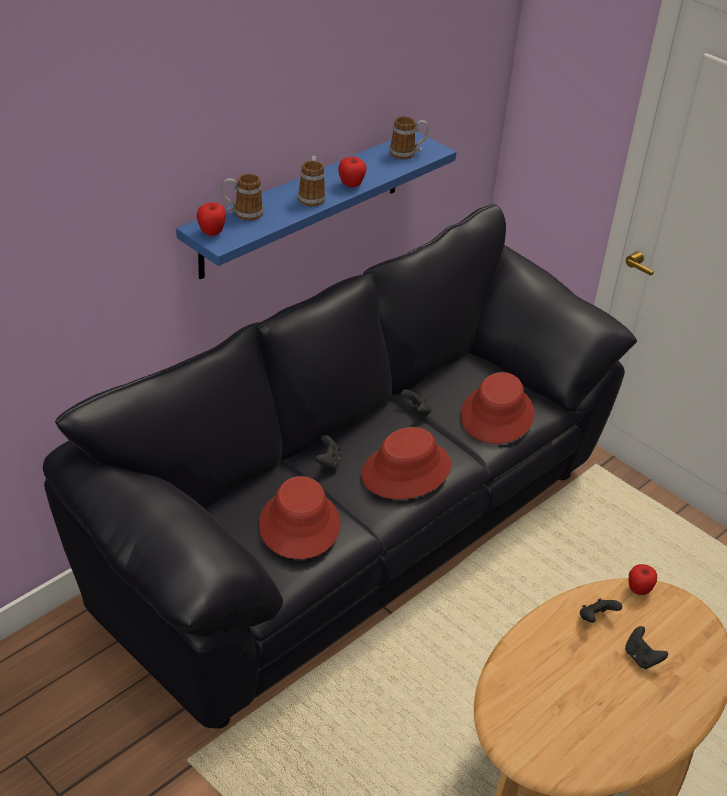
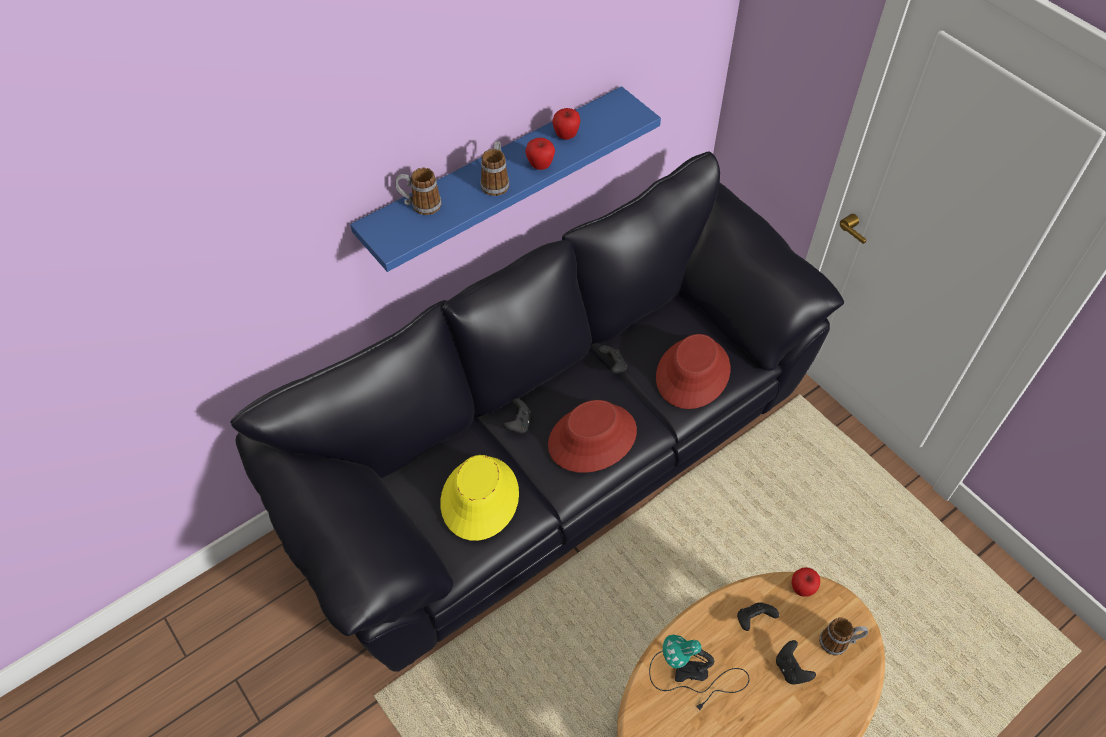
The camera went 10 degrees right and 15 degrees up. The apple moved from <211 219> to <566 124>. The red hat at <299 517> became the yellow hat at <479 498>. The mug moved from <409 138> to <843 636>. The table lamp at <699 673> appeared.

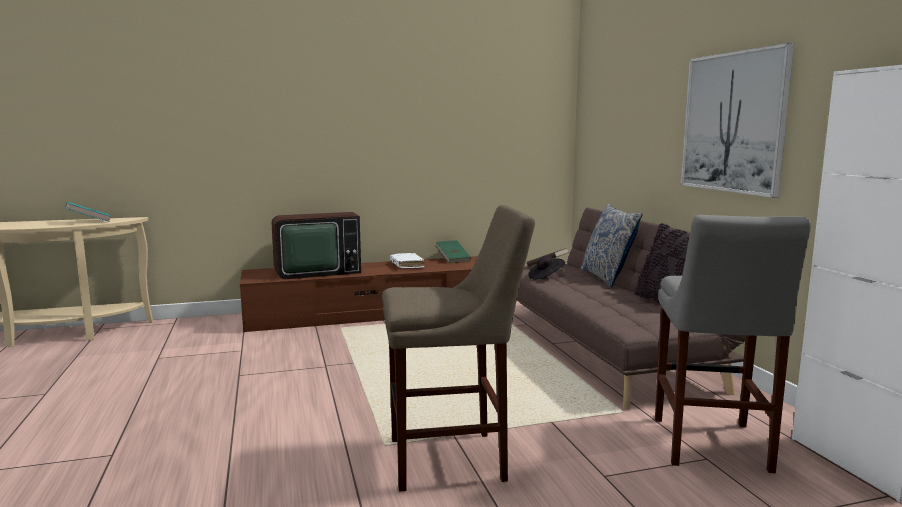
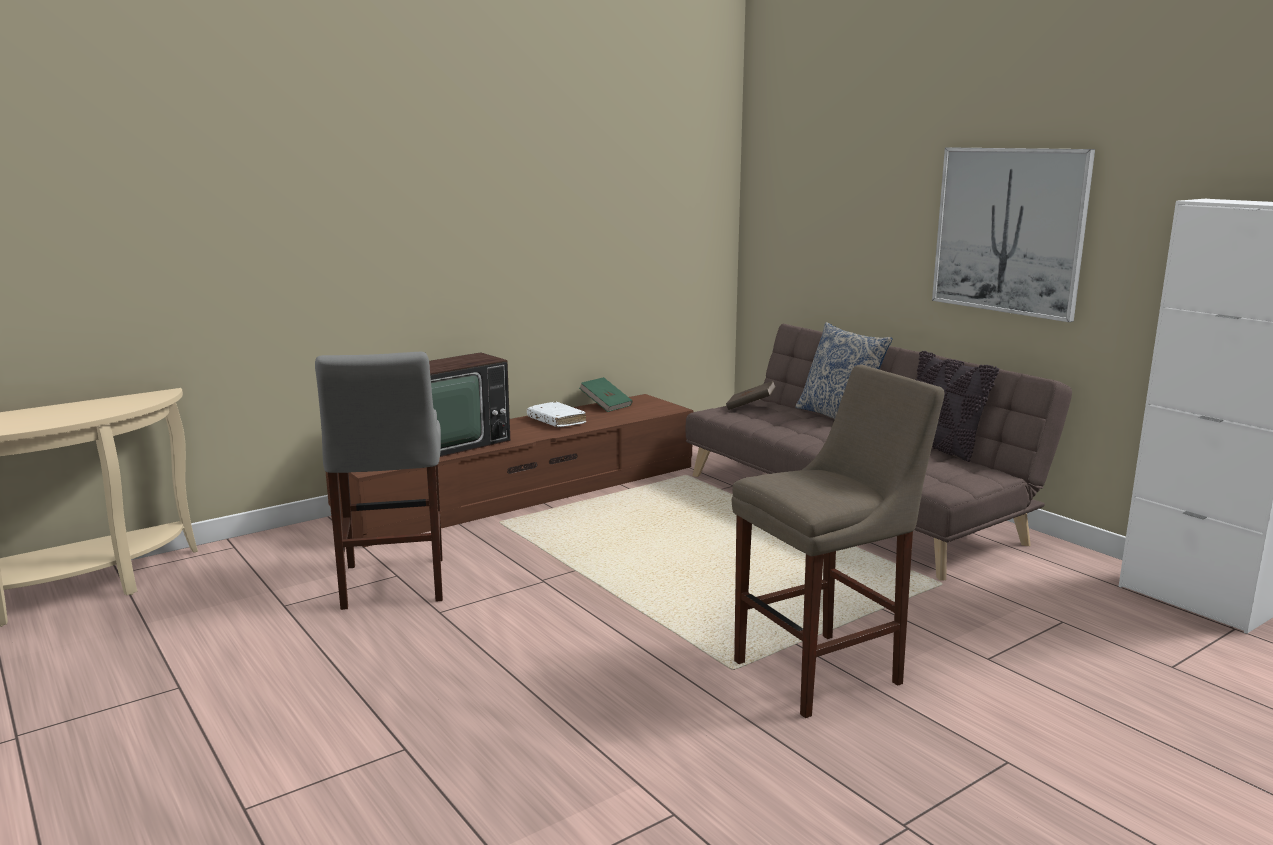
The camera went 20 degrees left and 5 degrees up. The turquoise book at <88 212> disappeared. The black hat at <546 267> disappeared. The grey stool moved from <733 344> to <379 481>.

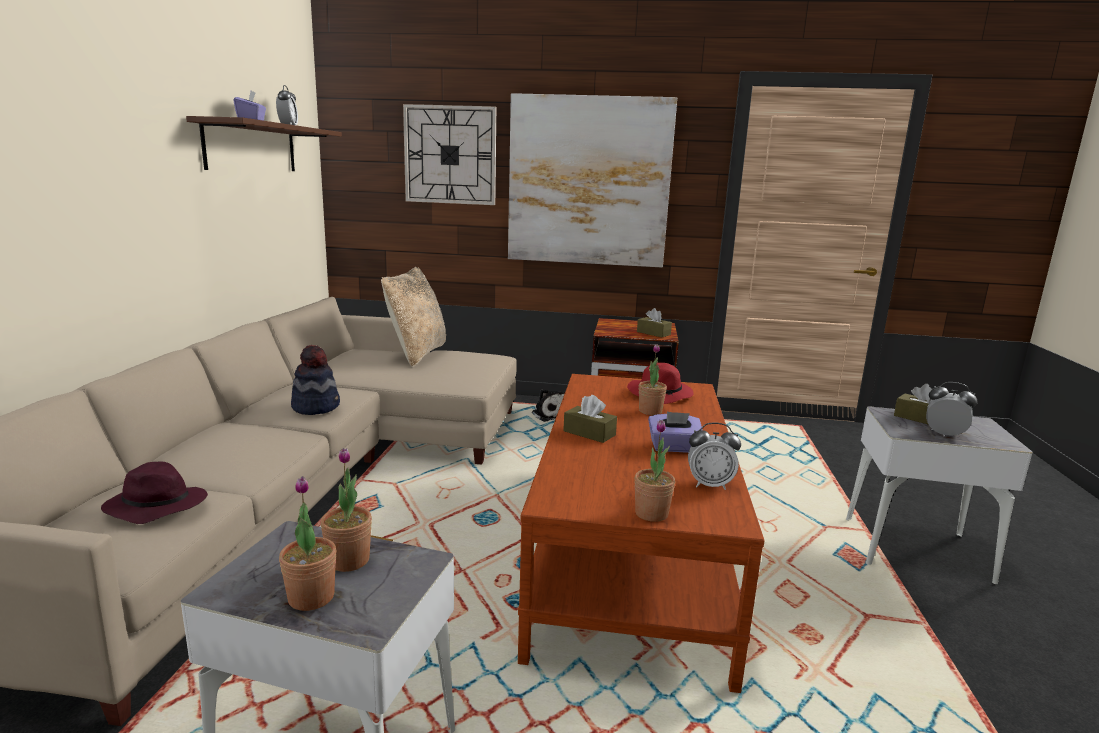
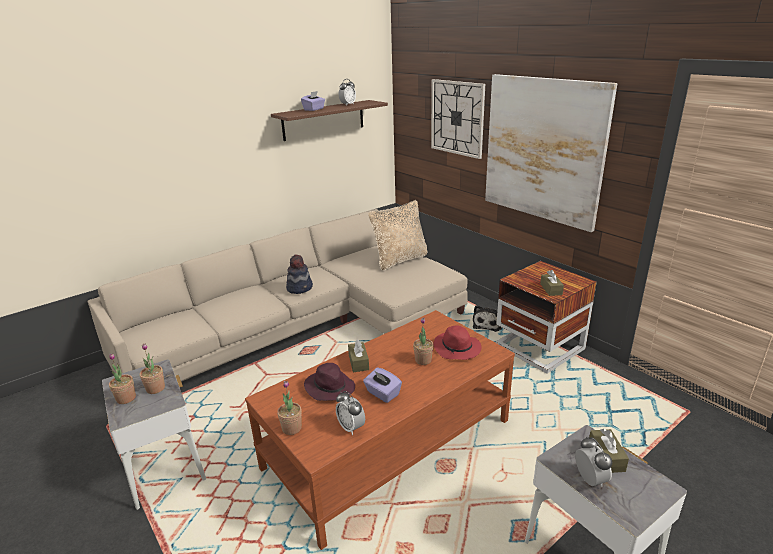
The camera went 45 degrees right and 10 degrees up. The purple hat moved from <154 492> to <329 382>.

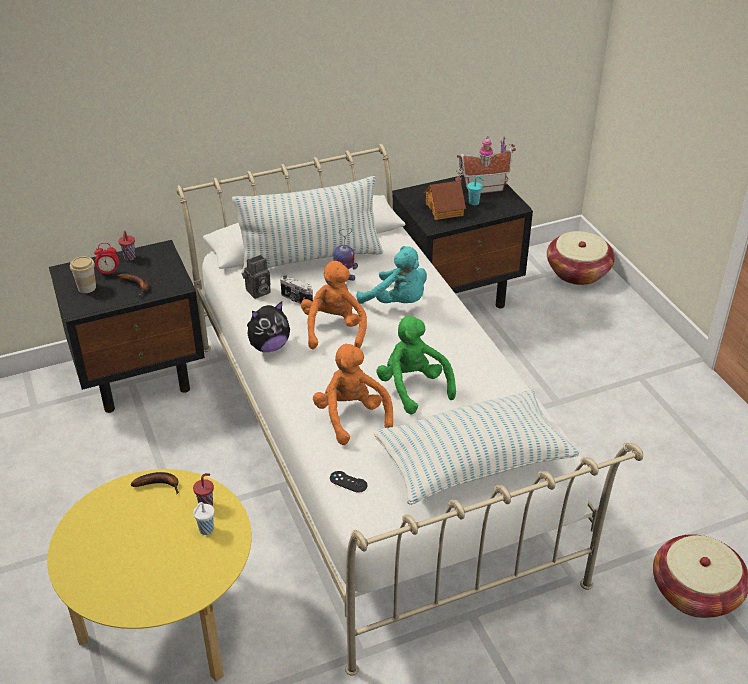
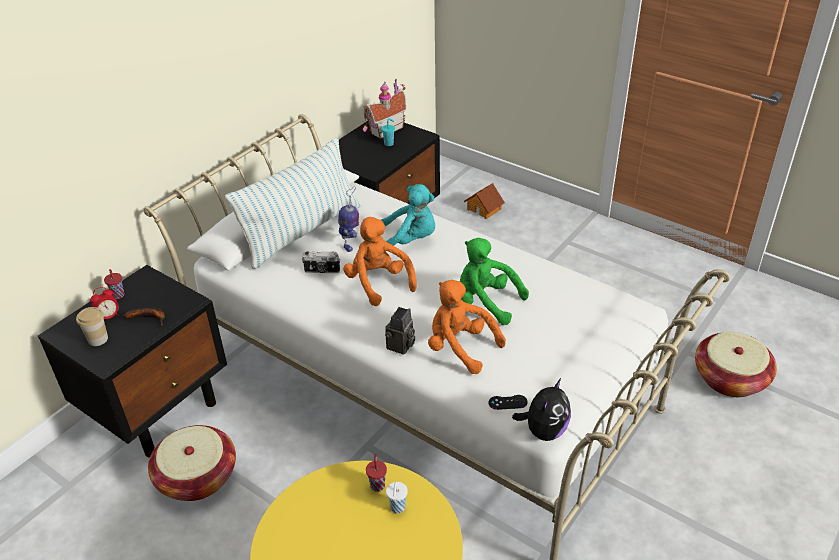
The camera went 30 degrees left and 0 degrees up. The banana at <155 483> disappeared. The photo camera moved from <256 277> to <400 331>. The plush toy moved from <268 327> to <541 409>. The pillow at <476 447> disappeared. The toy house moved from <445 200> to <484 201>. The basket moved from <581 258> to <192 463>.

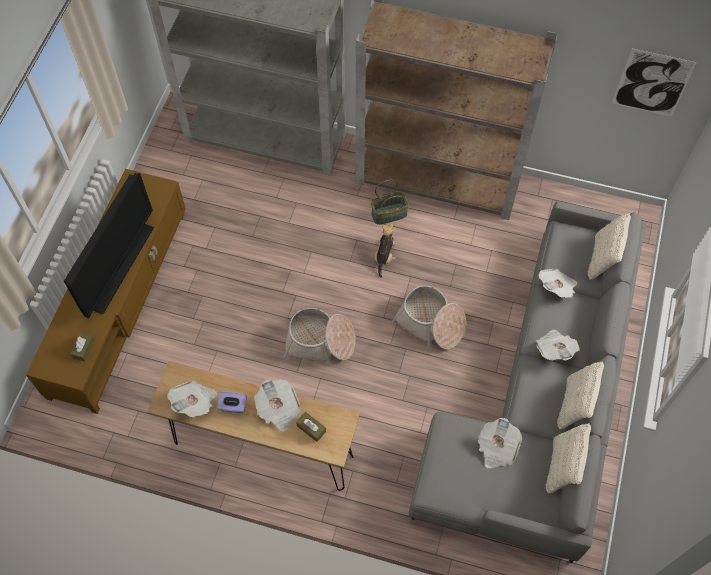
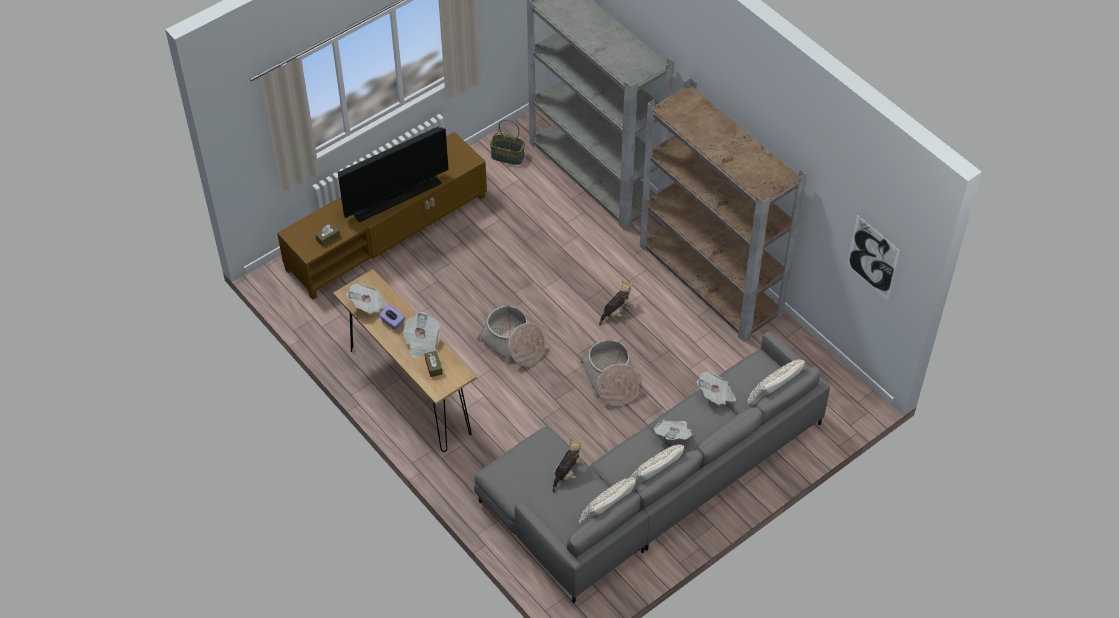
The camera went 35 degrees right and 10 degrees down. The basket moved from <390 202> to <507 142>. The newspaper at <499 443> was replaced by the plush toy at <569 466>.

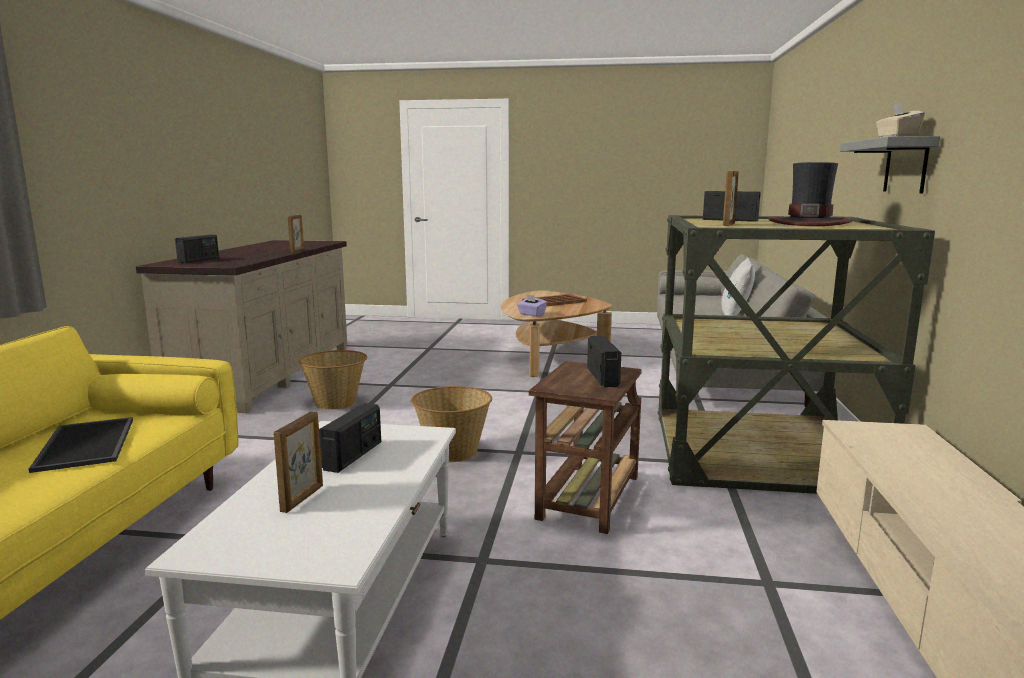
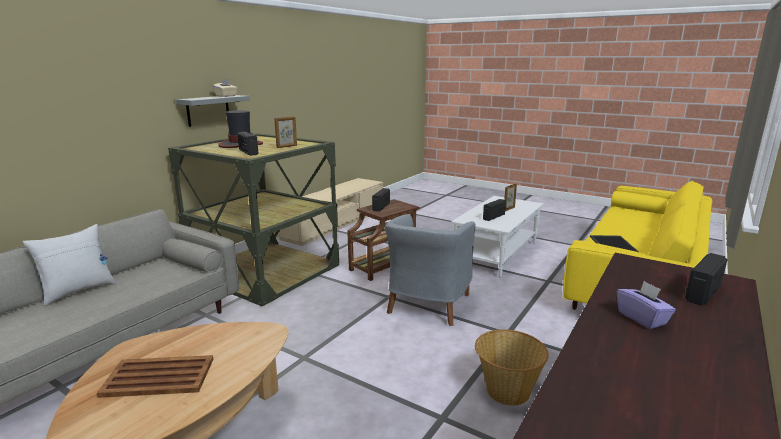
The camera went 155 degrees left and 5 degrees up. The picture frame at <296 234> disappeared. The basket at <451 424> was replaced by the grey armchair at <430 270>. The purple tissue box moved from <532 305> to <646 305>.

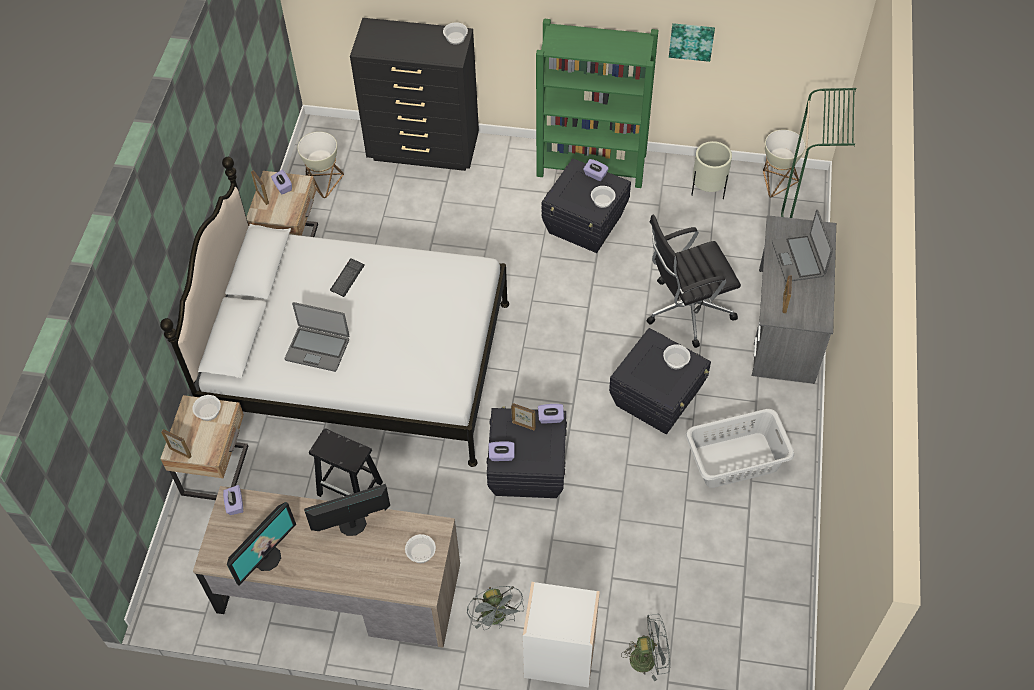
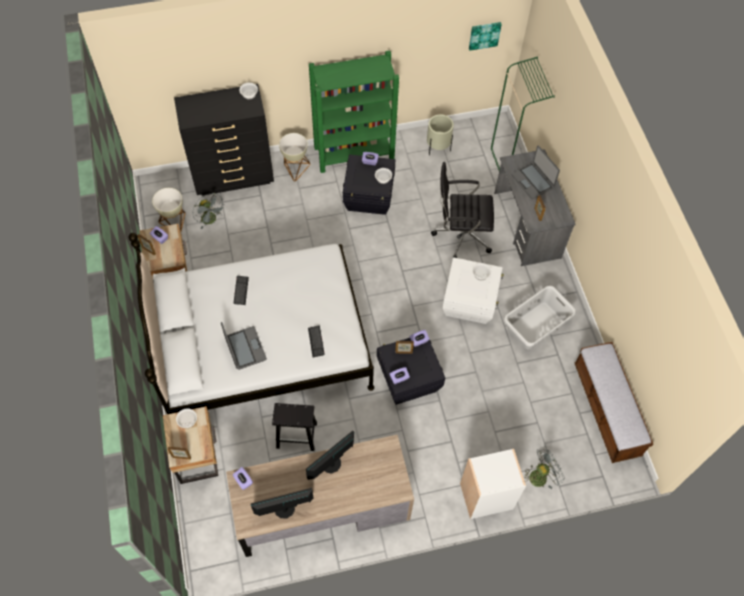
The camera went 25 degrees left and 5 degrees up. The monitor at <261 543> turned 120 degrees counterclockwise. The laptop at <317 337> turned 105 degrees counterclockwise. The bowl at <420 548> disappeared. The grey fan moved from <495 608> to <207 211>. The black storage box at <660 381> became the white storage box at <473 290>. The black office chair at <693 281> turned 45 degrees clockwise. The picture moved from <692 42> to <485 36>. The planter moved from <784 164> to <295 157>. The keyboard at <316 341> appeared. The bench at <613 402> appeared.

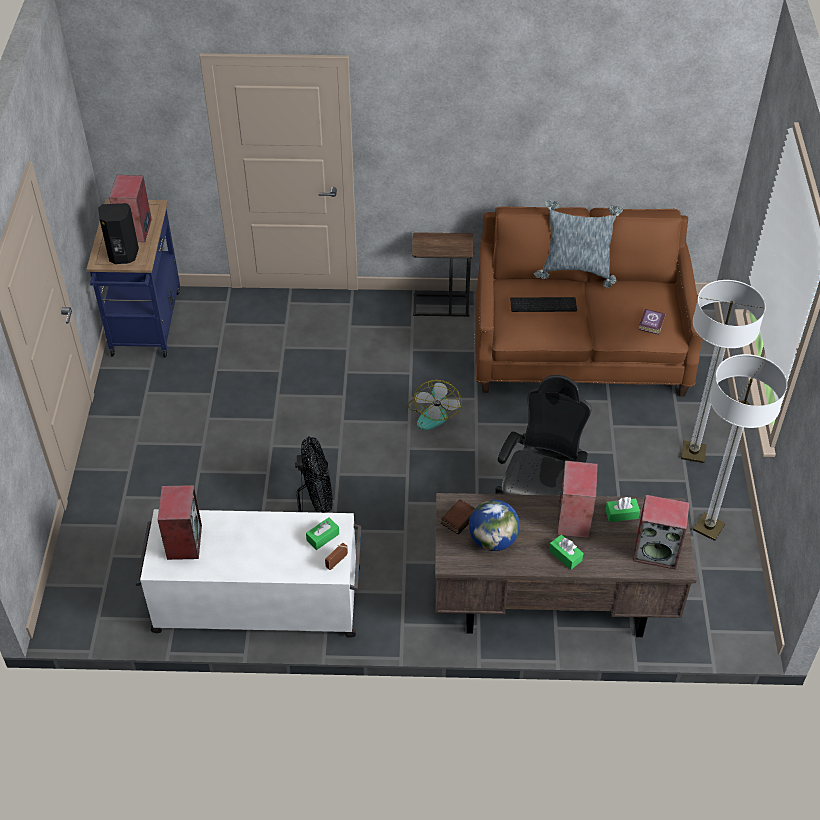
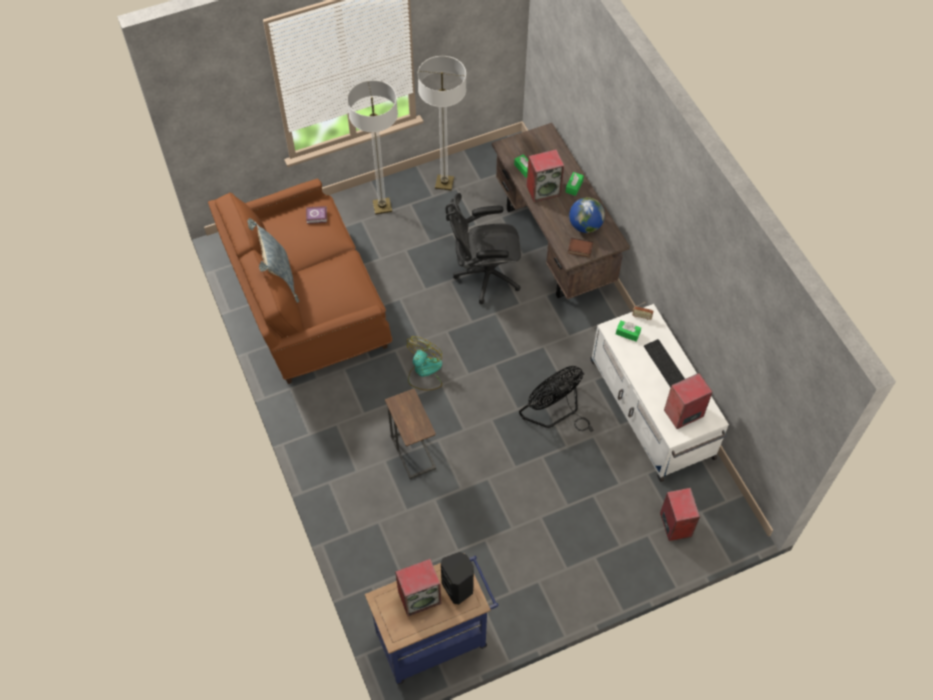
The camera went 115 degrees left and 10 degrees up. The fan at <434 405> turned 45 degrees counterclockwise. The brown side table moved from <442 274> to <410 434>. The keyboard moved from <543 304> to <664 363>. The speaker moved from <661 532> to <680 514>.

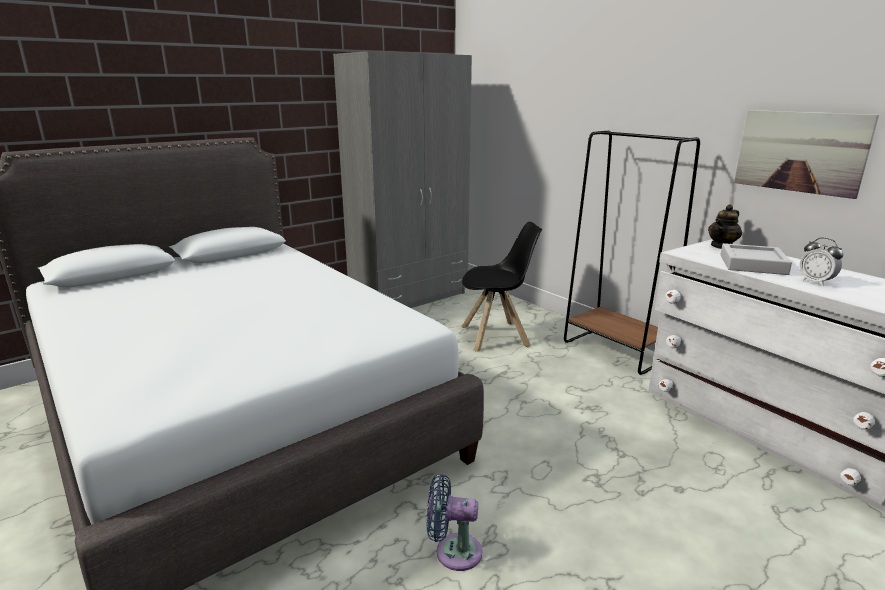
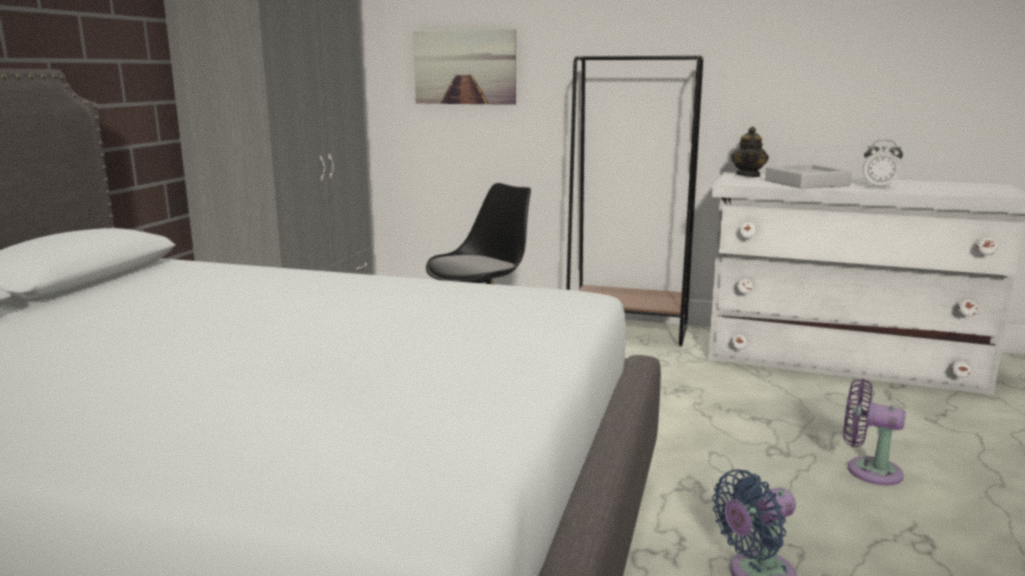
The camera went 35 degrees left and 5 degrees down. The picture moved from <806 154> to <464 67>. The purple fan at <874 431> appeared.

